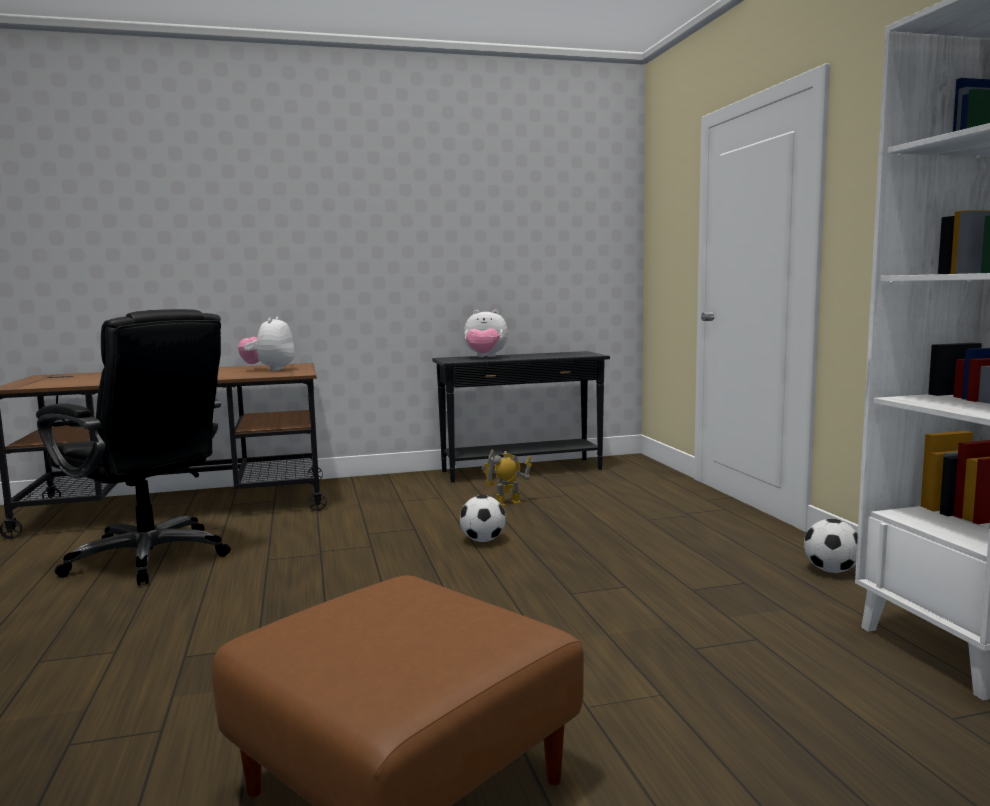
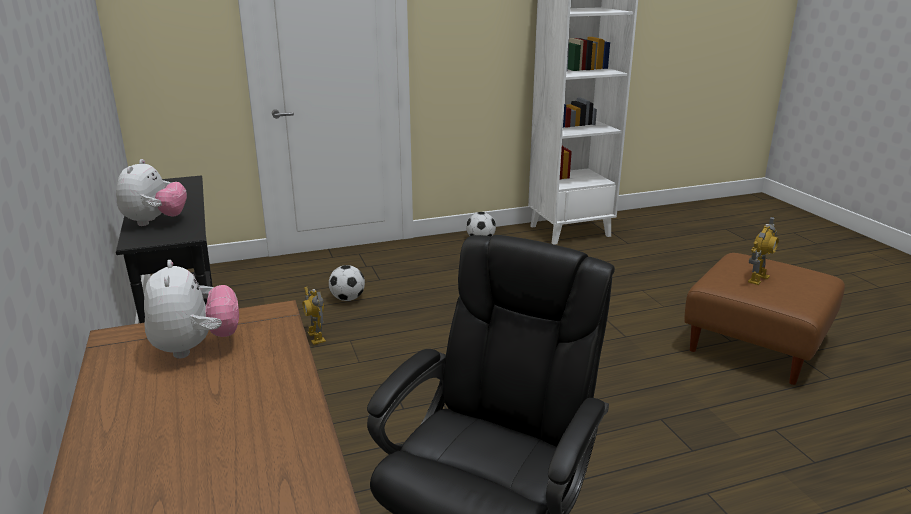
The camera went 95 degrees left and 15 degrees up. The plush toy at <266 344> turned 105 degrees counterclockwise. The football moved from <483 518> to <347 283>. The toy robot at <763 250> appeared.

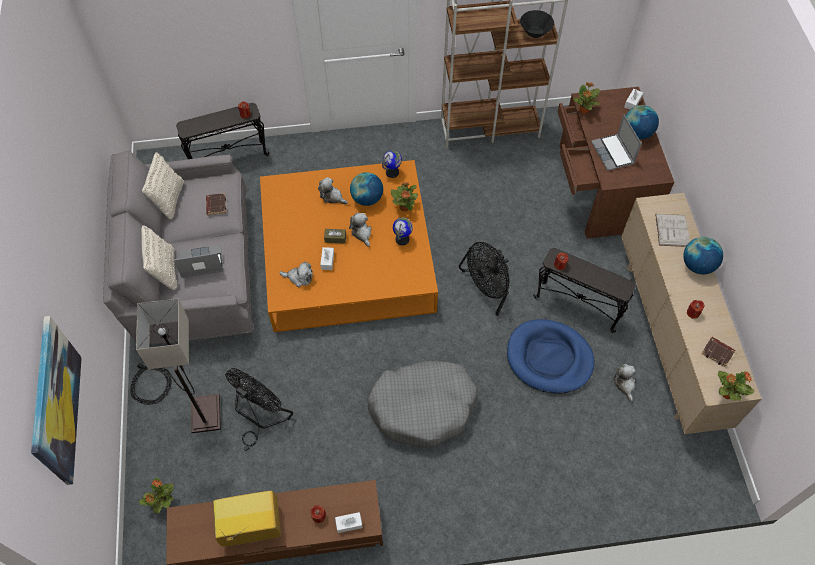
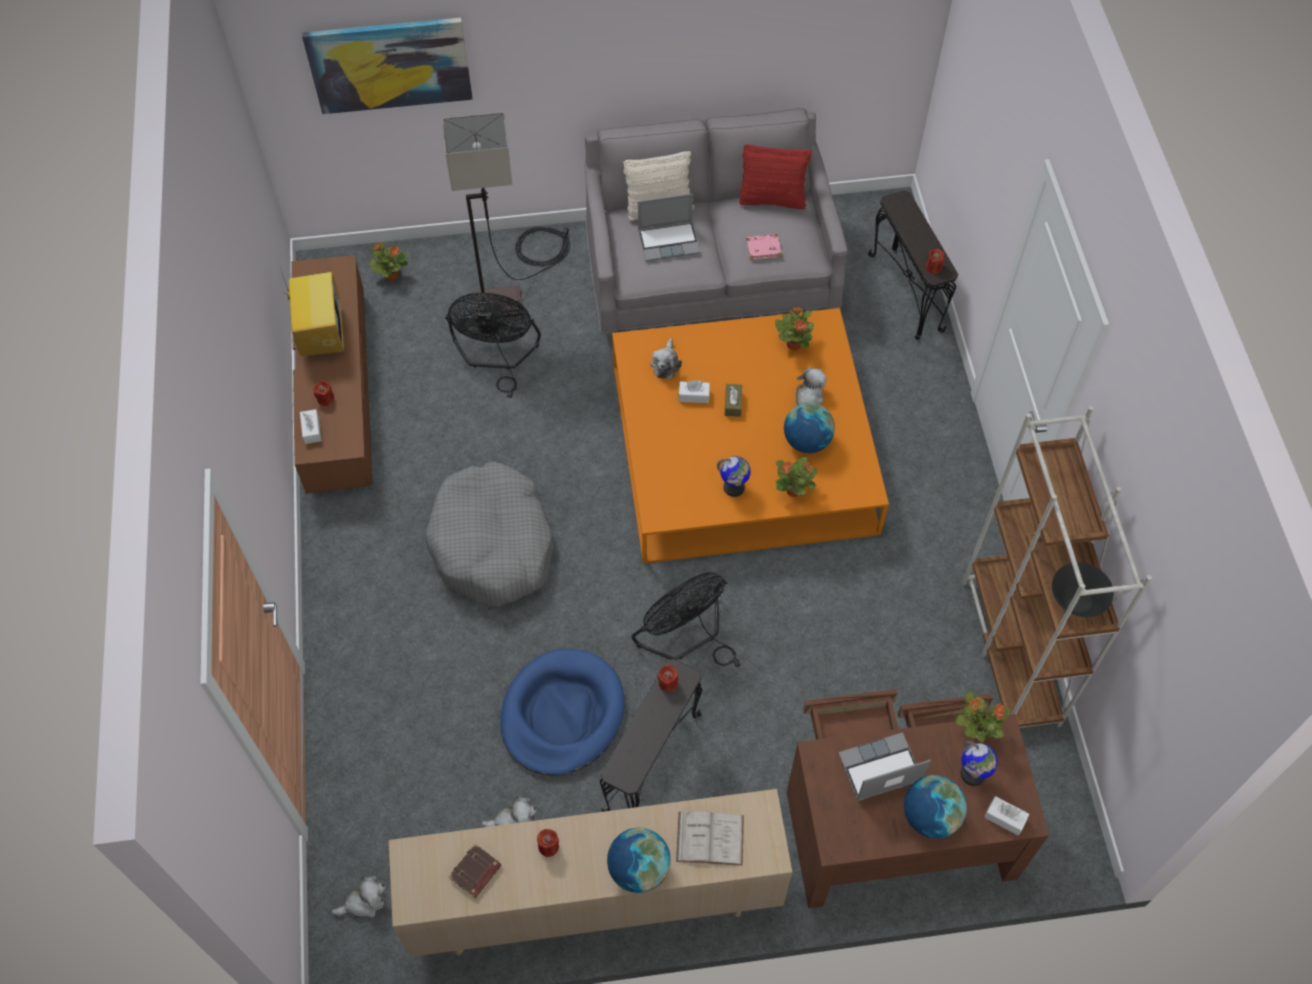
The camera went 90 degrees right and 0 degrees up. The beige pillow at <163 185> became the red pillow at <775 176>. The laptop at <198 261> turned 90 degrees clockwise. The brown book at <216 204> became the pink book at <764 247>. The black fan at <259 409> turned 120 degrees counterclockwise. The plush toy moved from <360 230> to <359 897>. The globe moved from <392 164> to <979 763>. The potted plant moved from <736 386> to <794 328>.

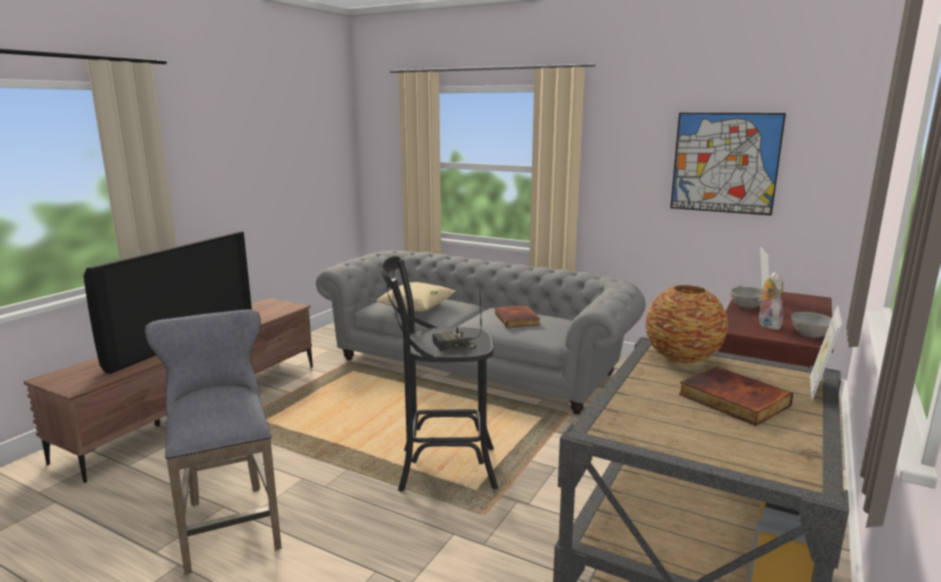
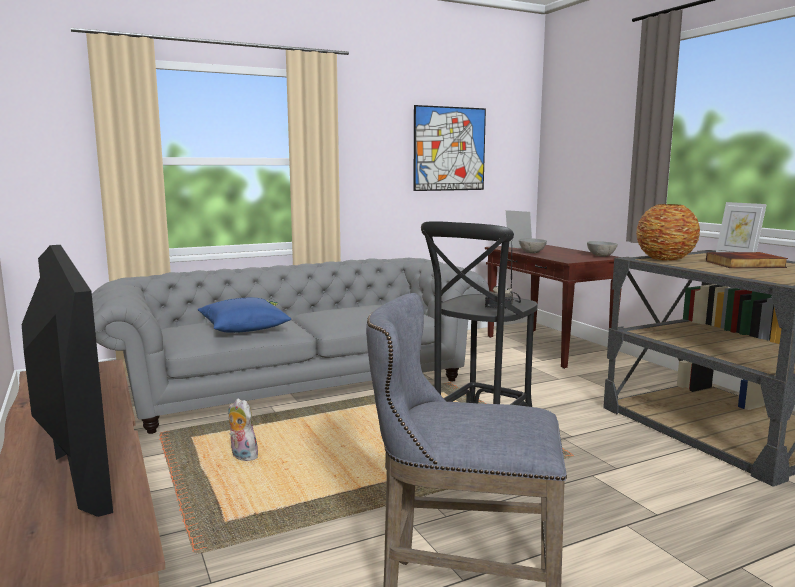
The camera went 55 degrees left and 5 degrees down. The beige pillow at <416 296> became the blue pillow at <244 315>. The book at <517 316> disappeared. The plush toy moved from <770 301> to <243 429>.

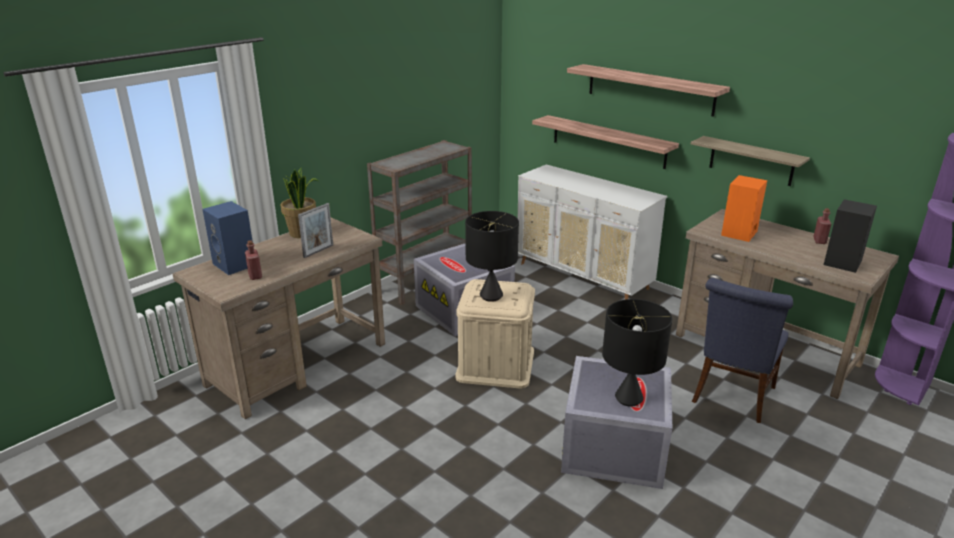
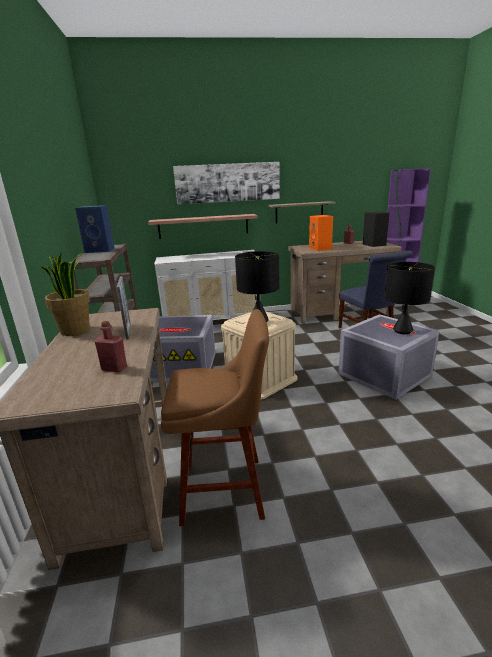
The camera went 50 degrees left and 5 degrees down. The blue speaker moved from <227 238> to <94 229>. The shelf at <648 90> was replaced by the picture at <226 183>. The brown stool at <215 417> appeared.

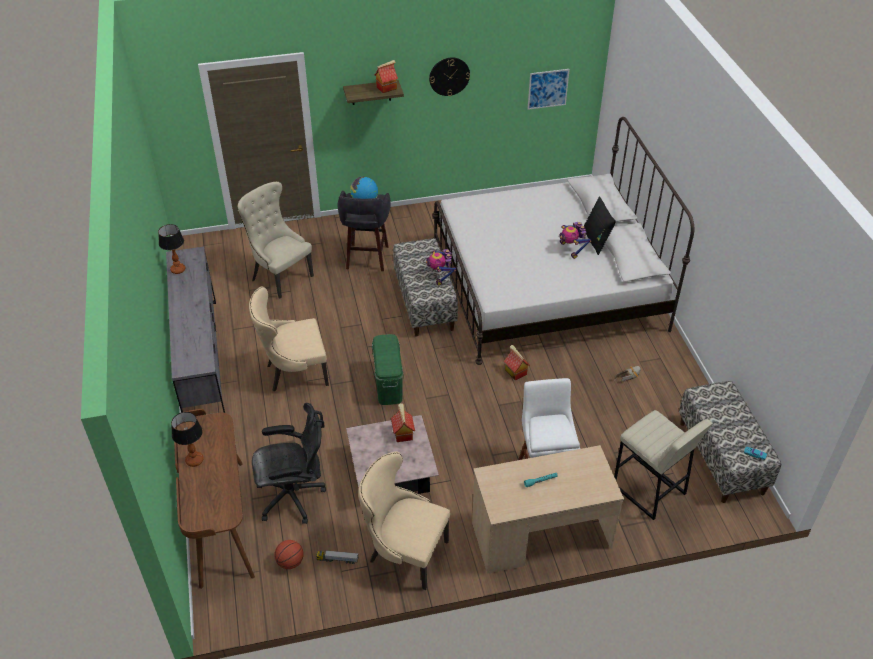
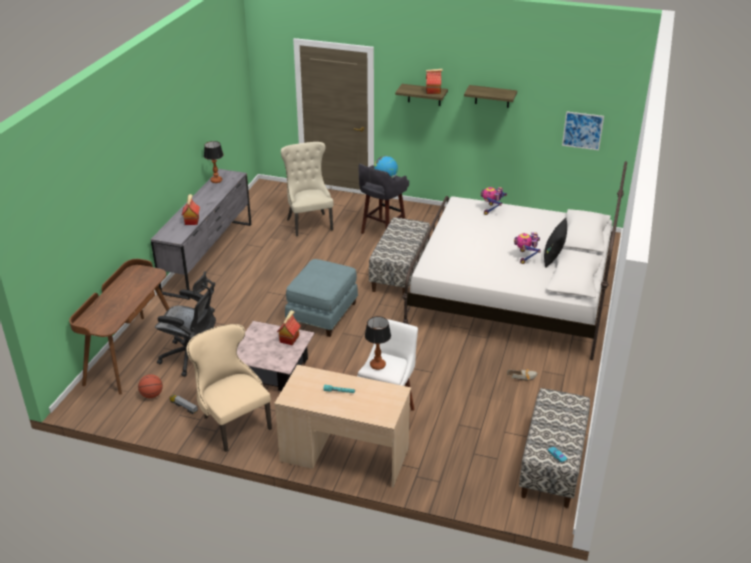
The camera went 30 degrees right and 10 degrees down. The table lamp moved from <187 439> to <378 343>. The beige chair at <289 338> disappeared. The green storage box at <388 369> was replaced by the blue ottoman at <321 298>. The toy robot moved from <441 267> to <494 201>. The wall clock at <449 77> was replaced by the shelf at <490 96>. The toy house moved from <517 362> to <190 209>. The beige stool at <663 465> disappeared.

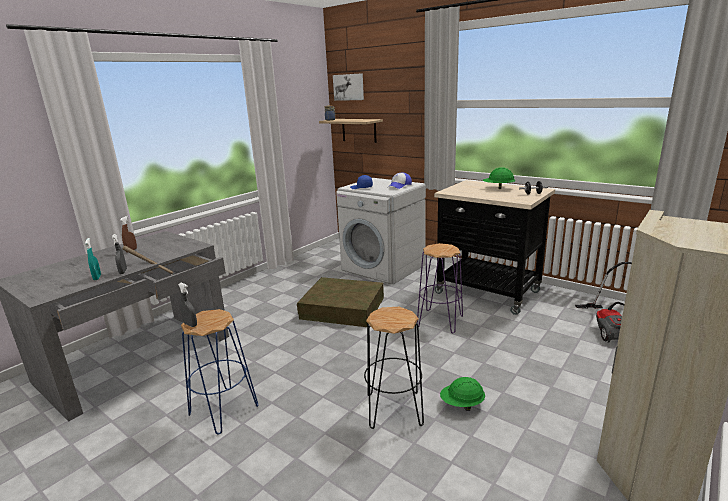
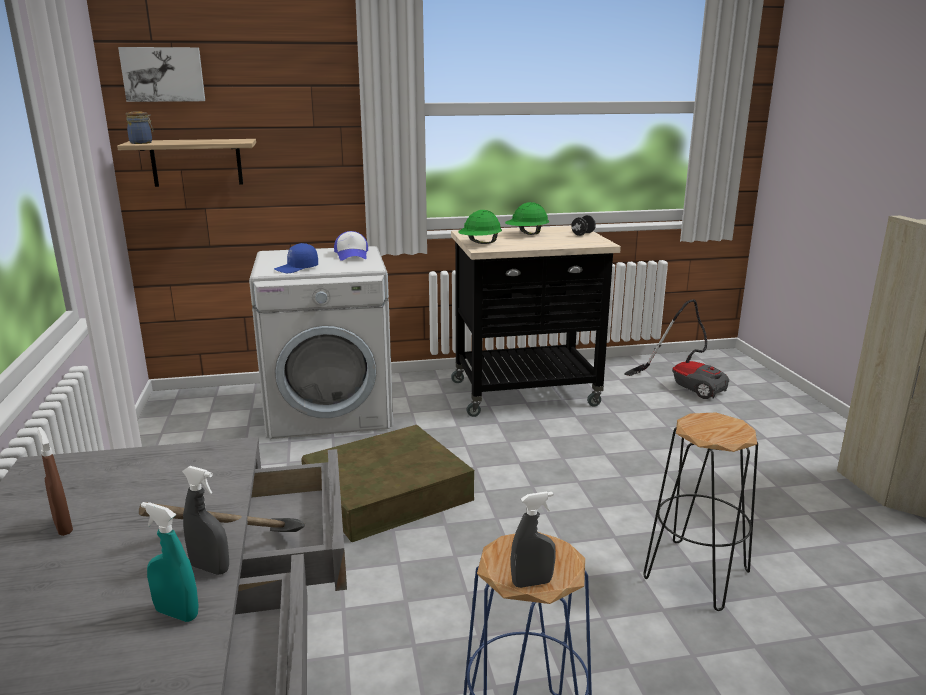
The camera went 50 degrees left and 0 degrees up. The purple stool at <440 288> disappeared. The green hard hat moved from <462 394> to <480 227>.

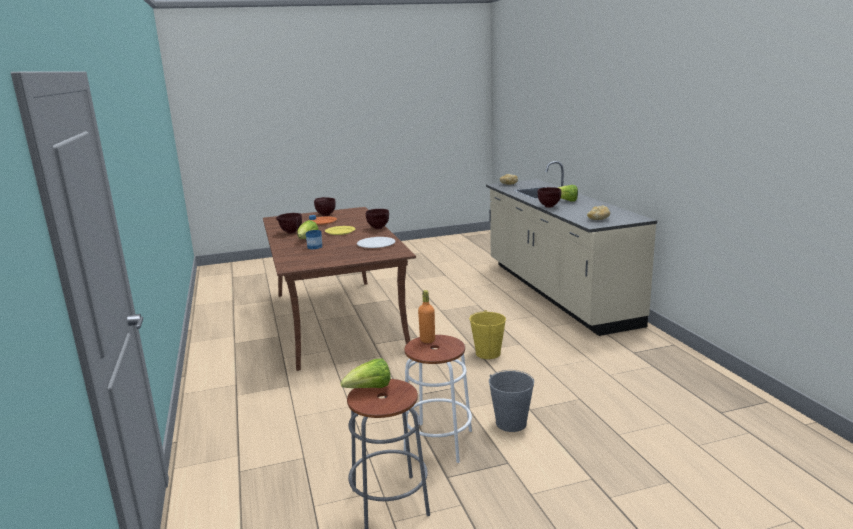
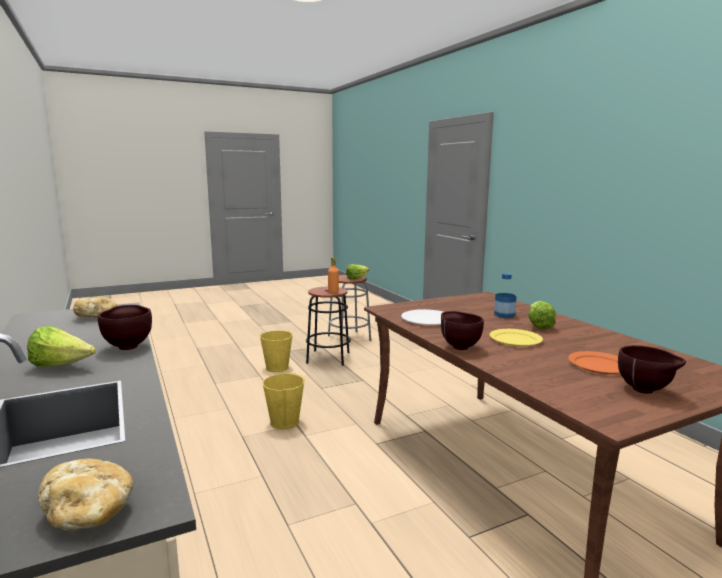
The camera went 170 degrees right and 5 degrees down. The brown bowl at <289 223> disappeared. The white stool at <438 399> became the black stool at <328 326>. The grey bucket at <511 401> became the yellow bucket at <276 351>.

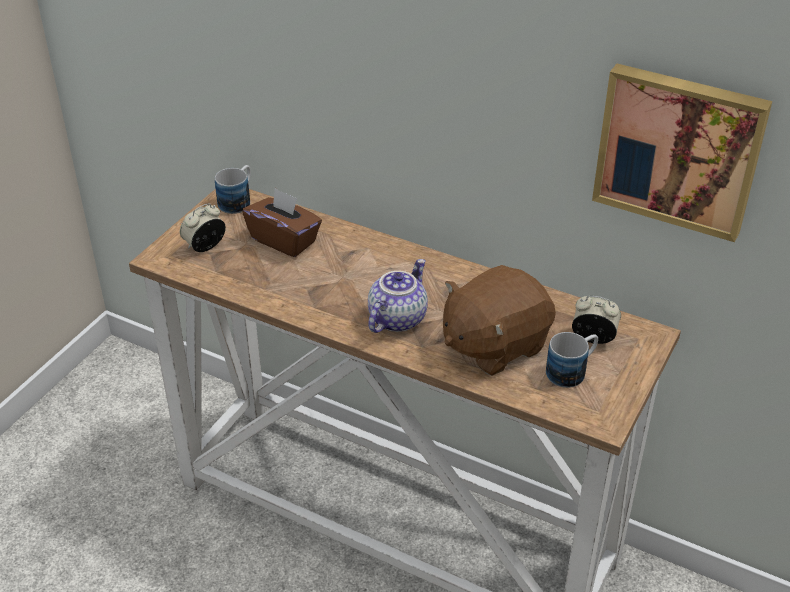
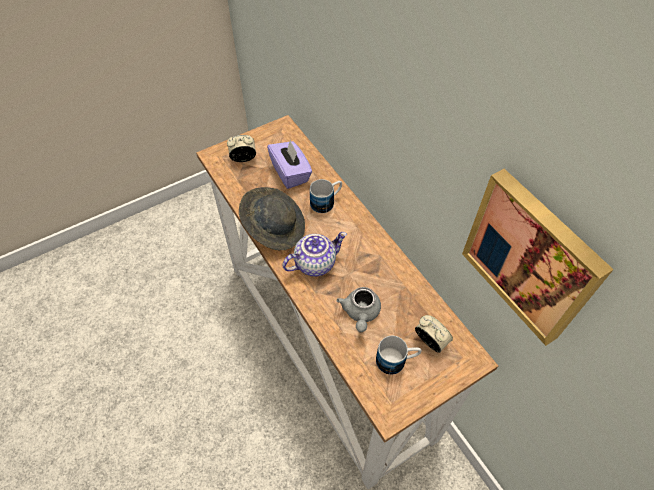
The camera went 30 degrees right and 15 degrees up. The mug moved from <233 189> to <326 196>. The brown tissue box at <282 222> became the purple tissue box at <289 164>. The brown plush toy at <499 320> was replaced by the grey teapot at <358 309>. The grey hat at <272 218> appeared.

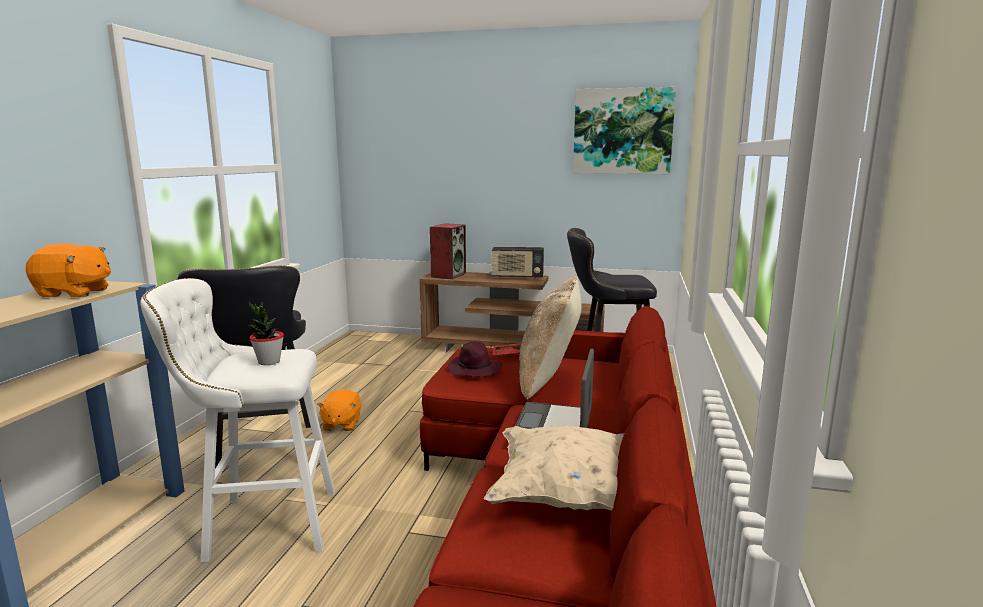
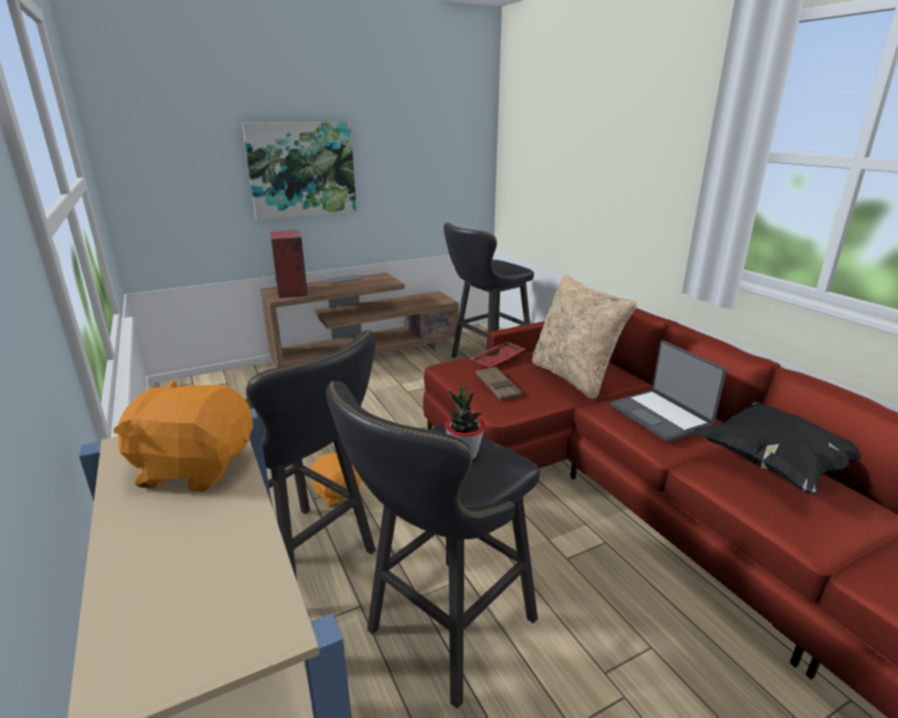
The camera went 40 degrees left and 10 degrees up. The orange plush toy at <68 270> turned 135 degrees counterclockwise. The white stool at <237 420> became the black stool at <433 545>. The purple hat at <475 359> was replaced by the brown tray at <499 383>. The beige pillow at <554 468> became the black pillow at <778 448>. The radio at <517 263> disappeared. The picture moved from <624 130> to <299 171>.

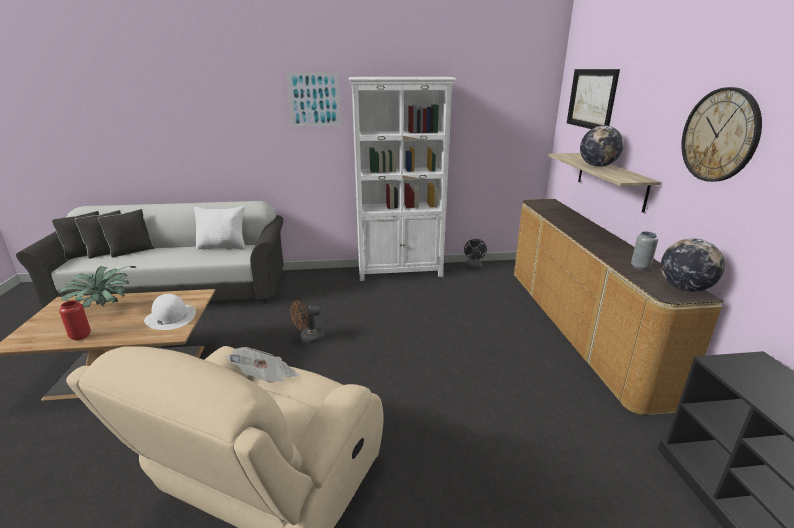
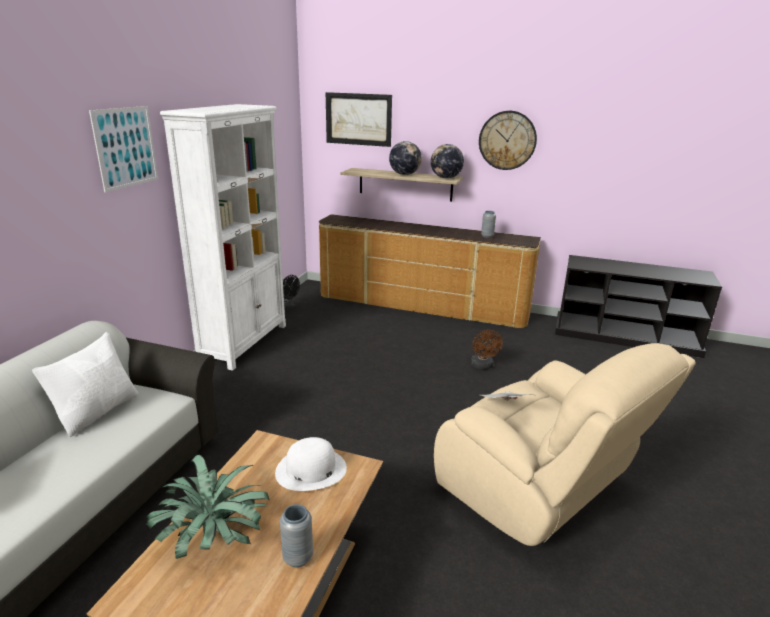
The camera went 65 degrees left and 0 degrees up. The red vase at <75 320> became the grey vase at <296 536>. The brown fan moved from <307 322> to <487 349>. The globe moved from <693 265> to <447 161>.

